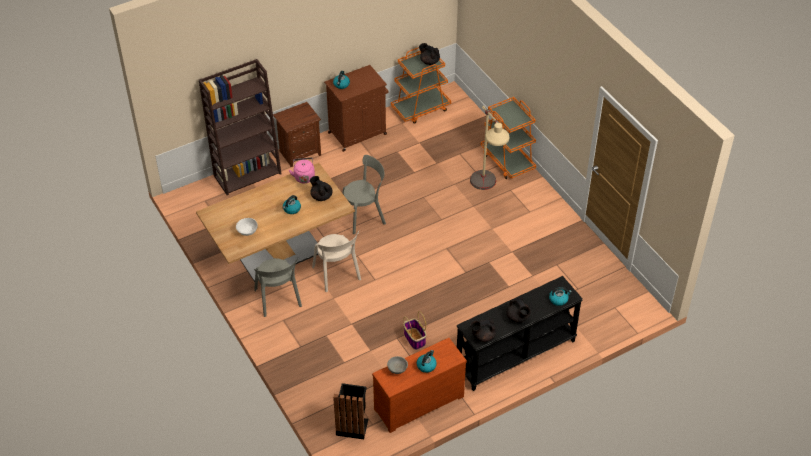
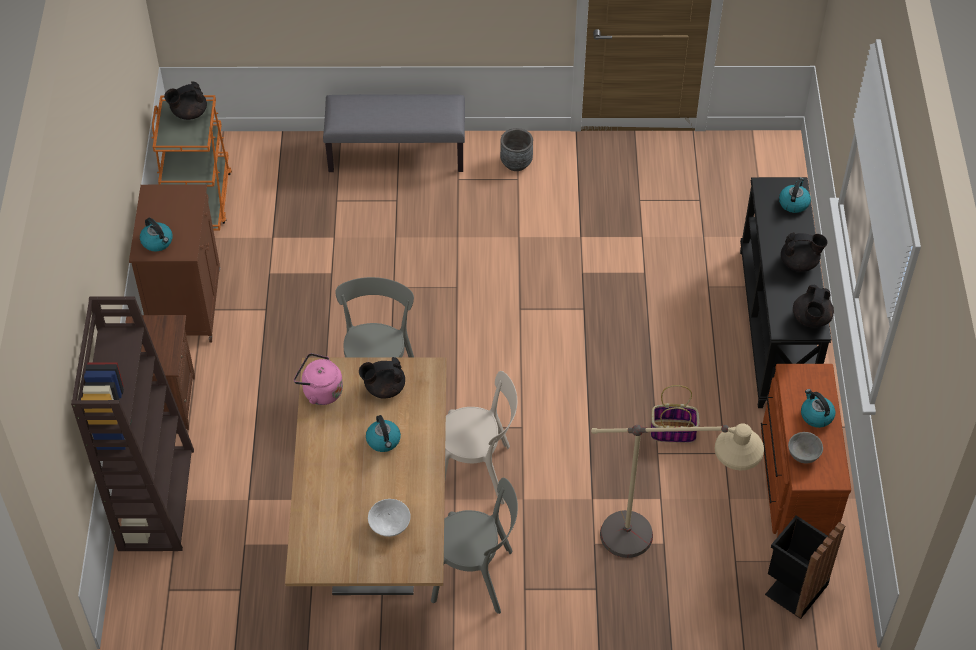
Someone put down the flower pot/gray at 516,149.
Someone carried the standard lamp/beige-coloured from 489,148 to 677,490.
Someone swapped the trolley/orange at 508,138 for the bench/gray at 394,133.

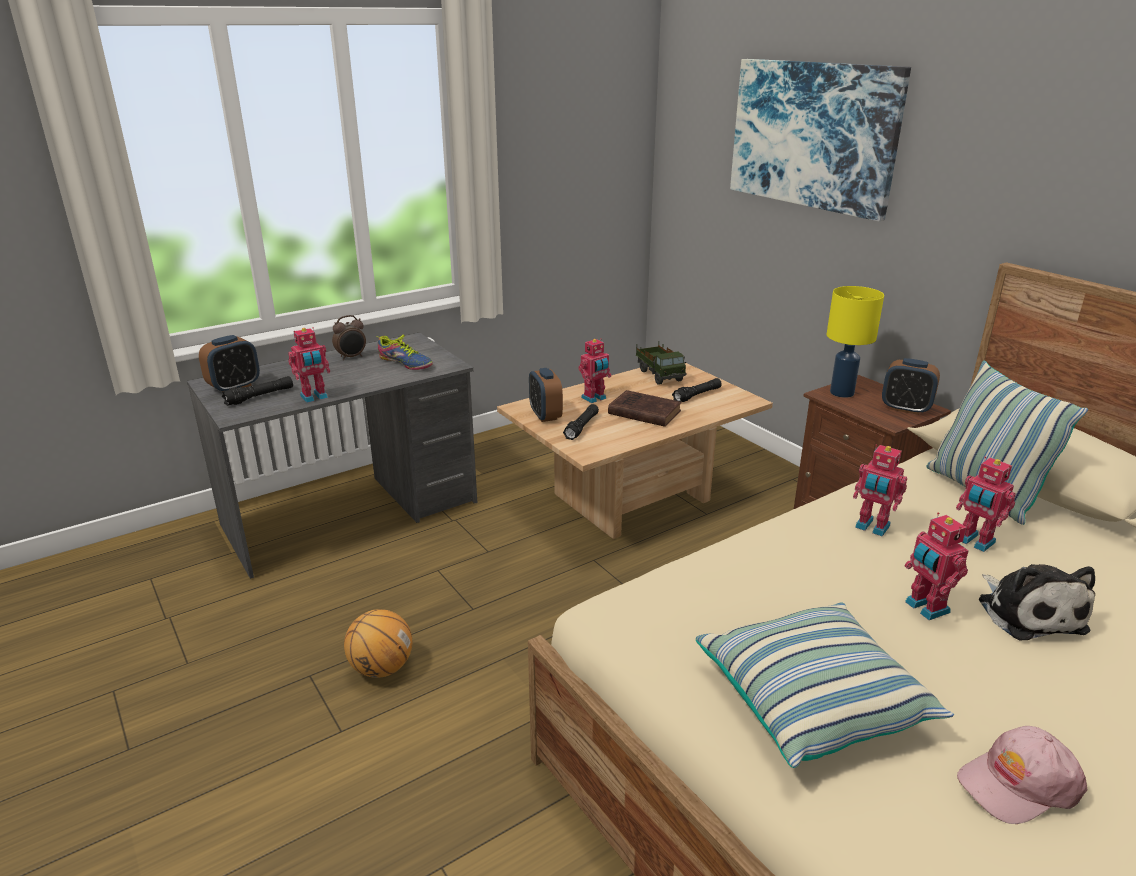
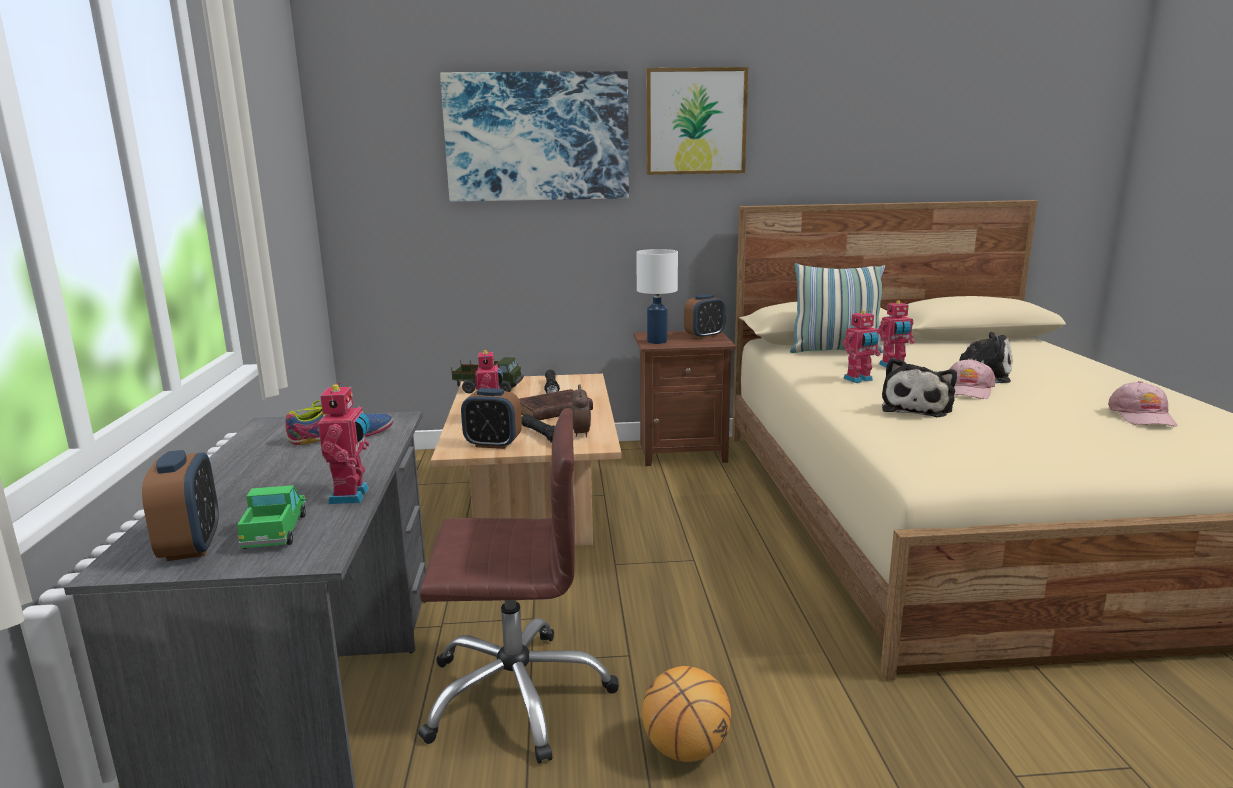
Someone took away the cushion at 825,685.
Someone put down the computer chair/brown-coloured at 518,586.
Someone put up the wall picture at 697,121.
Someone put down the cuddly toy at 919,387.
Someone carried the alarm clock from 349,337 to 581,411.
Someone swapped the torch/black at 257,391 for the model truck at 271,517.
Someone swapped the robot figure at 937,566 for the peaked cap/pink-coloured at 972,379.
Someone repainted the lamp for a table/yellow-coloured at 855,342, which became the lamp for a table/white-coloured at 657,296.

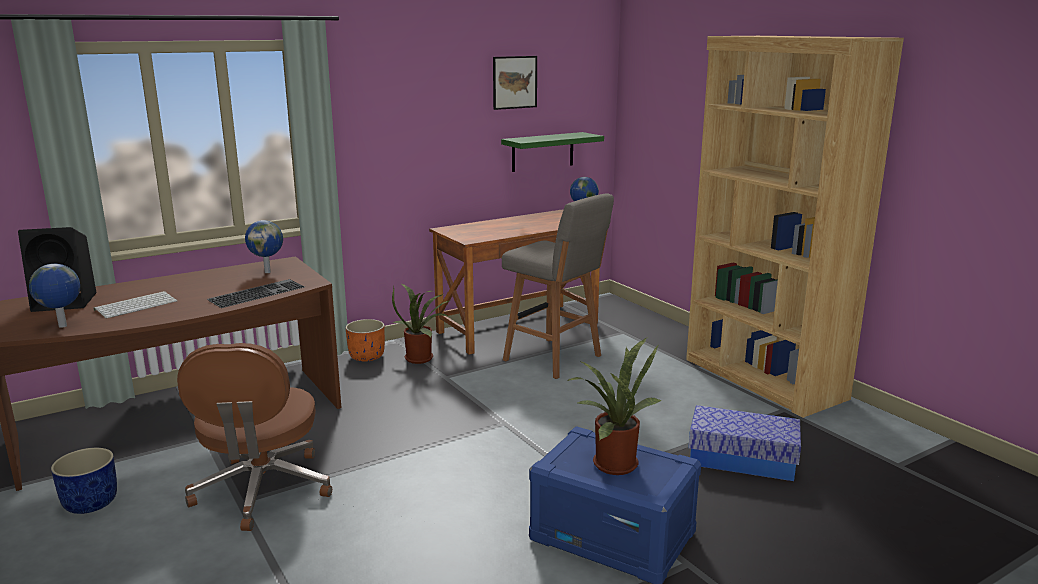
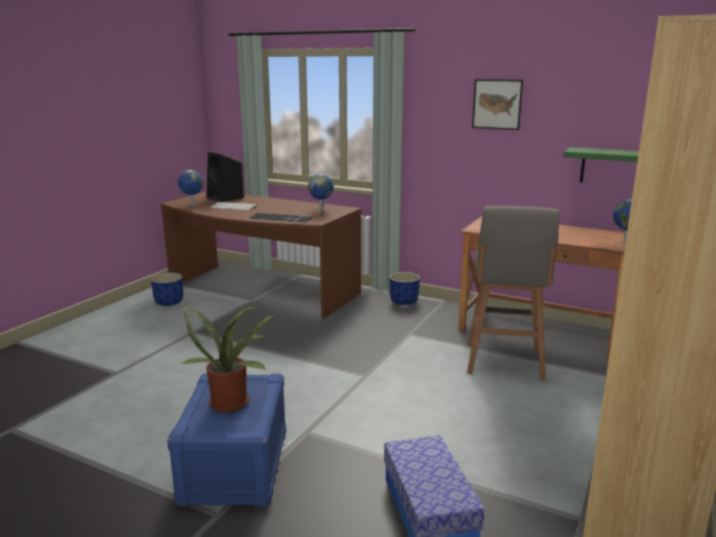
Someone took away the computer chair/brown-coloured at 254,437.
Someone took away the houseplant at 420,324.
Someone carried the wall picture from 515,83 to 497,104.
Someone repainted the flower pot/orange at 365,340, which became the flower pot/blue-coloured at 404,288.

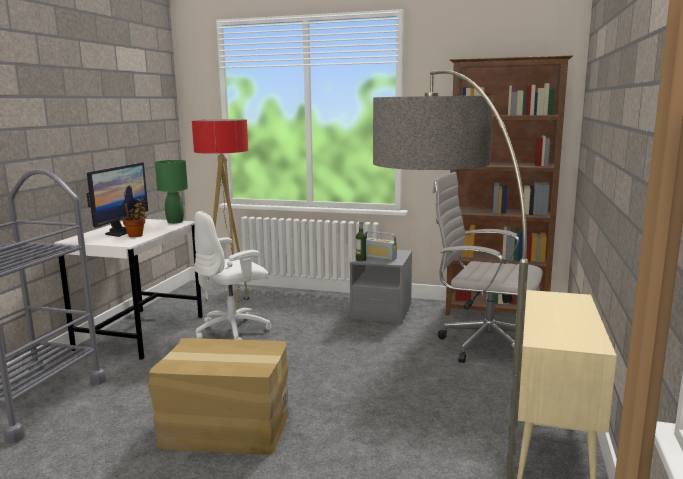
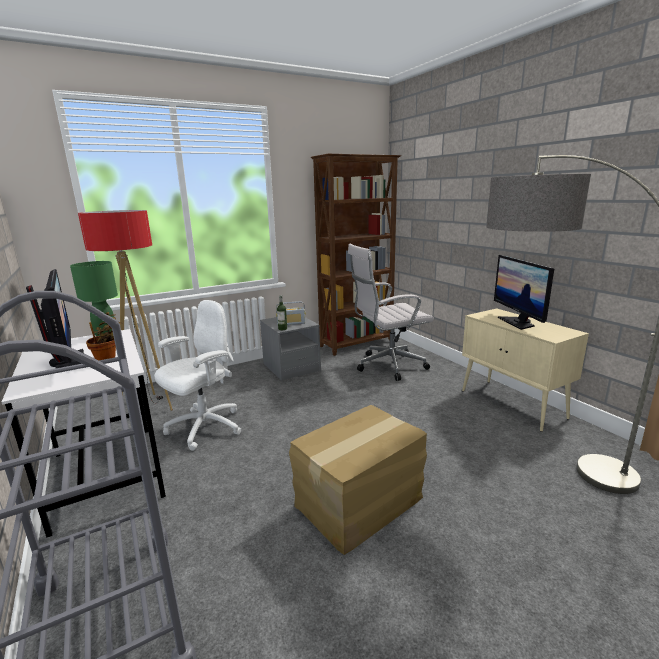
Someone put down the monitor at 524,292.
Someone rotated the computer chair/white-coloured at 232,275 by 150 degrees counterclockwise.

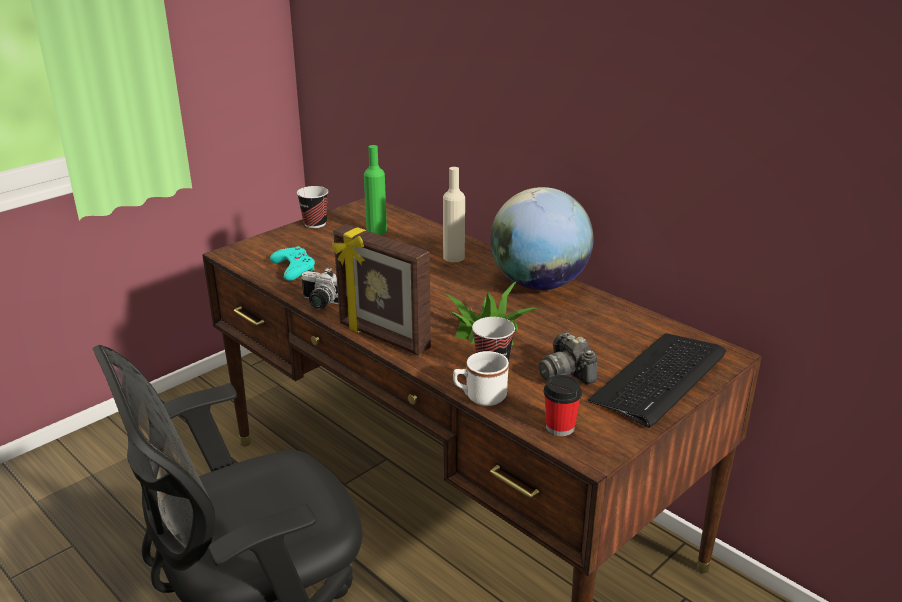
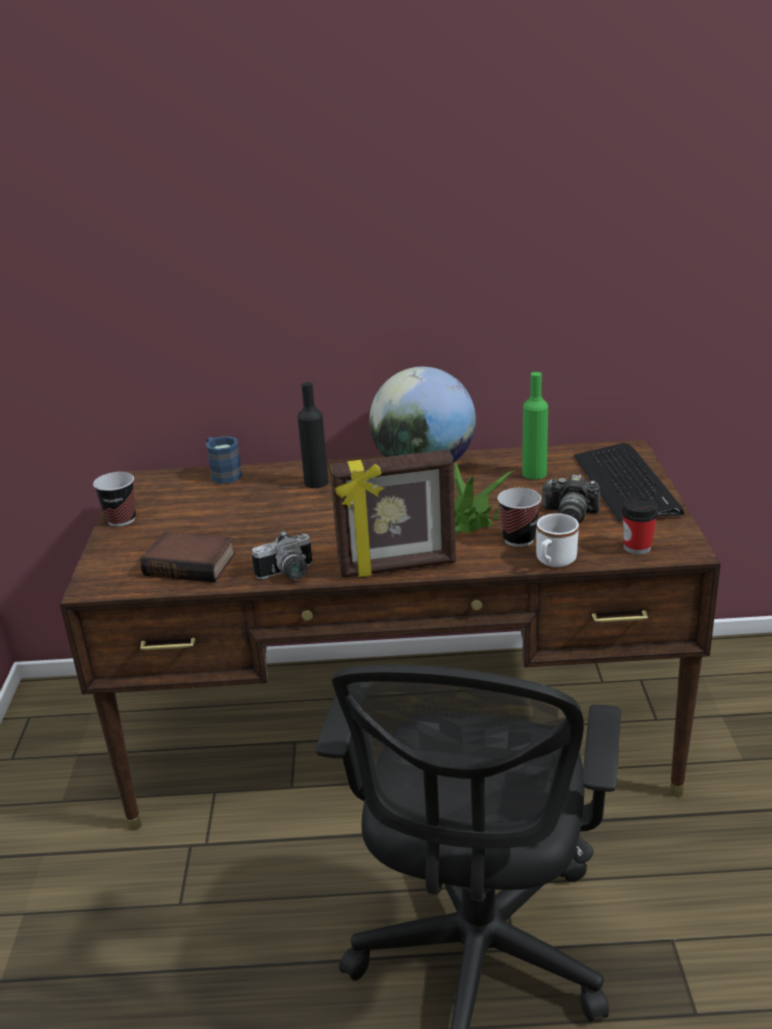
Someone put down the tea mug/blue-coloured at 224,460.
Someone carried the drink bottle/green-coloured from 375,190 to 535,426.
Someone swapped the gamepad/turquoise at 292,263 for the book at 188,557.
Someone repainted the drink bottle/beige-coloured at 454,214, which became the drink bottle/black at 313,435.

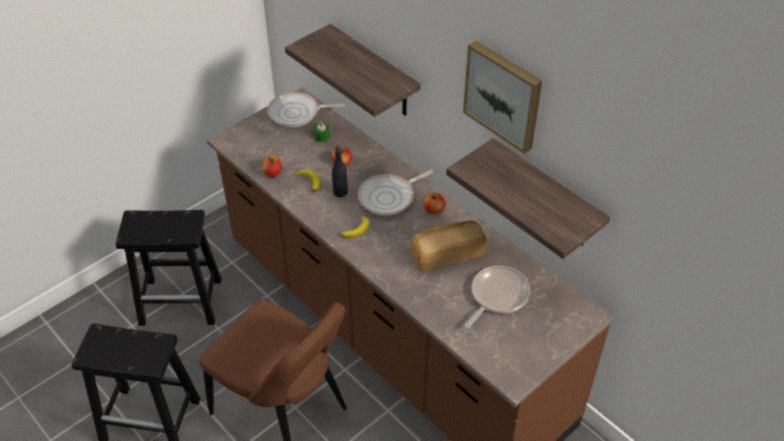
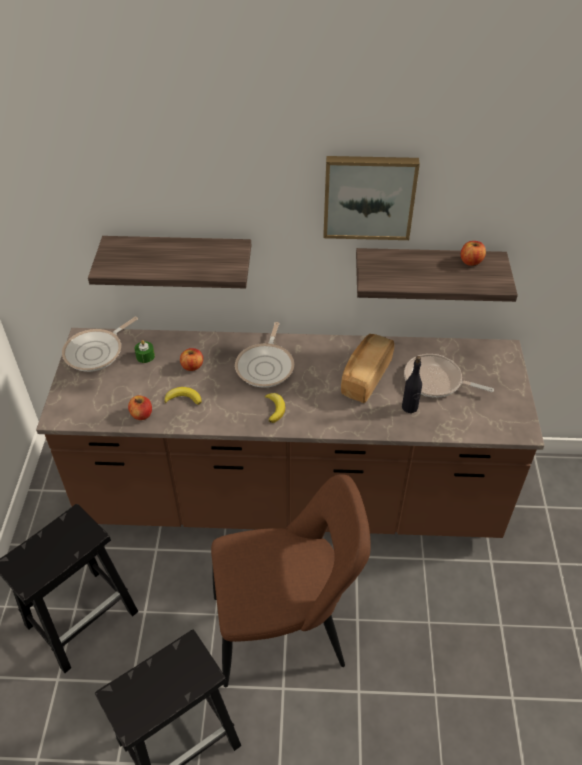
Someone carried the drink bottle/black from 340,171 to 412,384.
Someone carried the apple from 434,203 to 473,253.
Someone rotated the pan at 497,297 by 60 degrees counterclockwise.

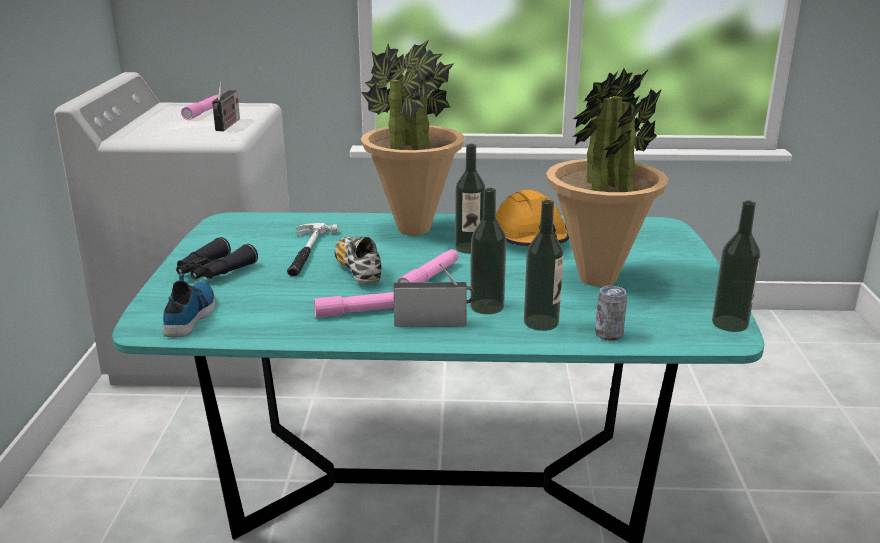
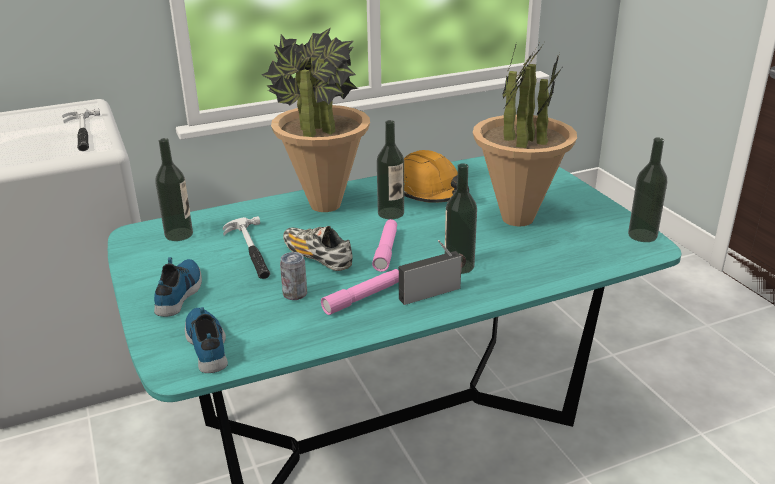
Someone took away the torch/pink-coloured at 201,107.
Someone carried the drink bottle from 544,265 to 174,189.
Someone carried the sealed can from 611,313 to 293,276.
Someone swapped the field glasses/black at 217,258 for the shoe at 178,287.
Someone swapped the radio receiver at 226,106 for the hand hammer at 81,129.

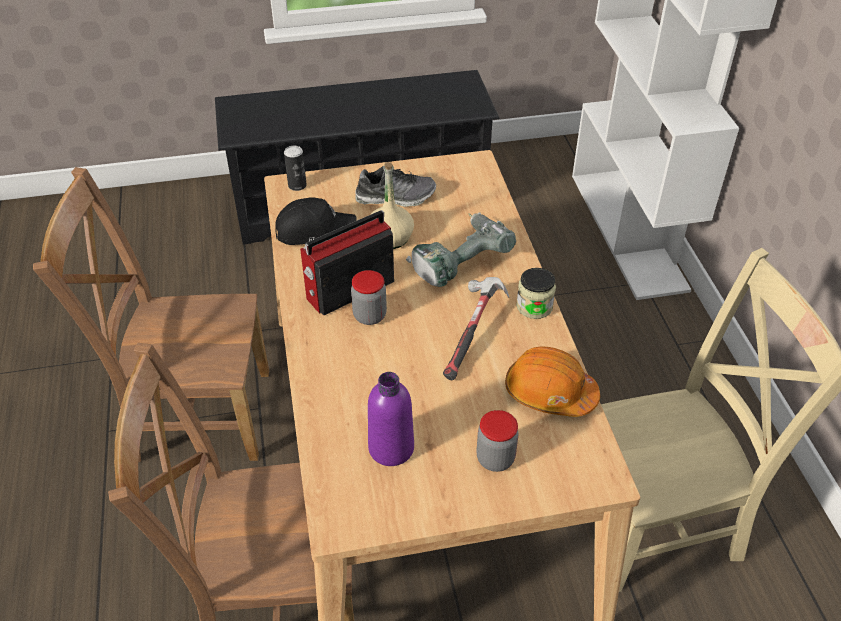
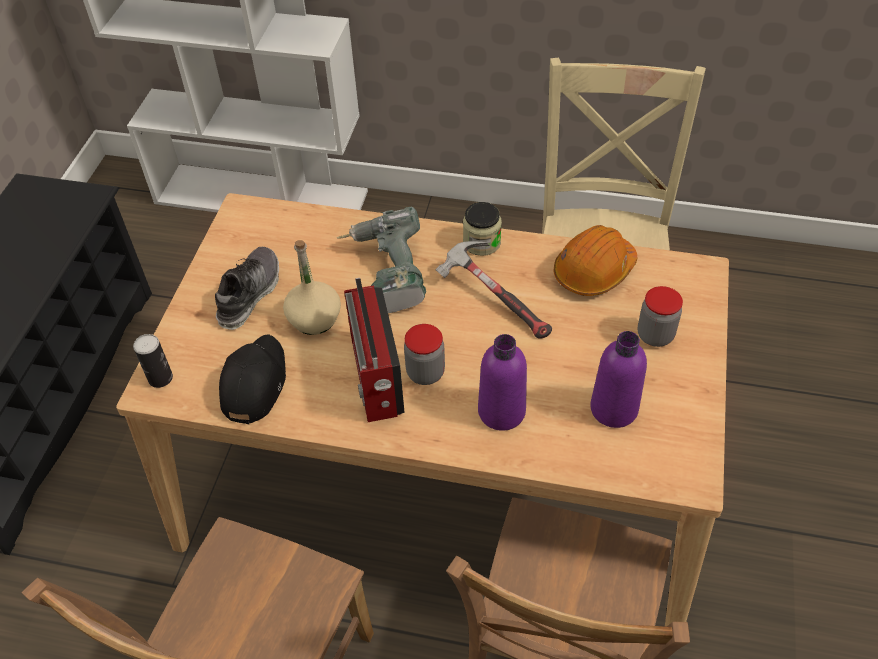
Someone put down the drink bottle/purple at 502,382.

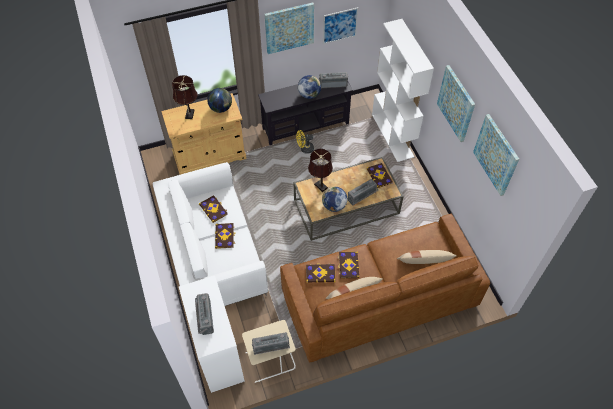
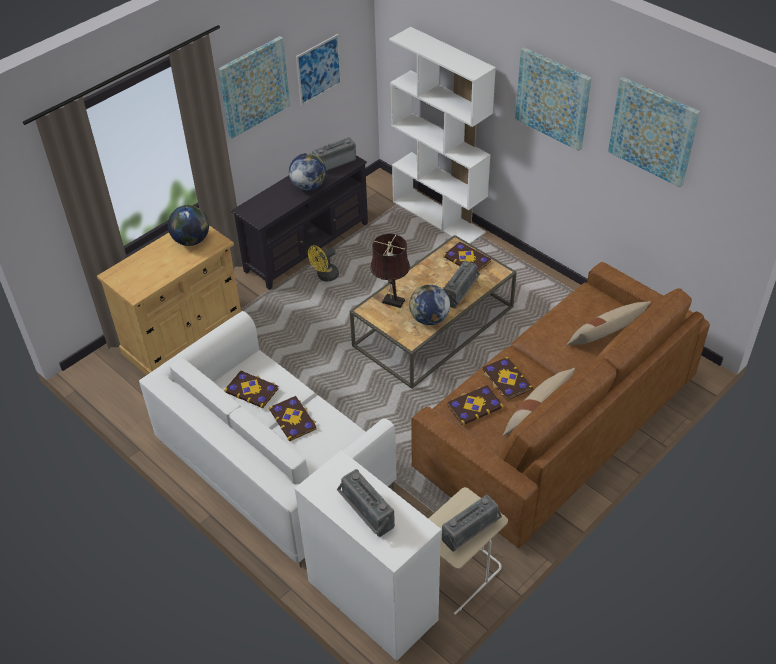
Someone took away the lamp for a table/brown-coloured at 184,97.

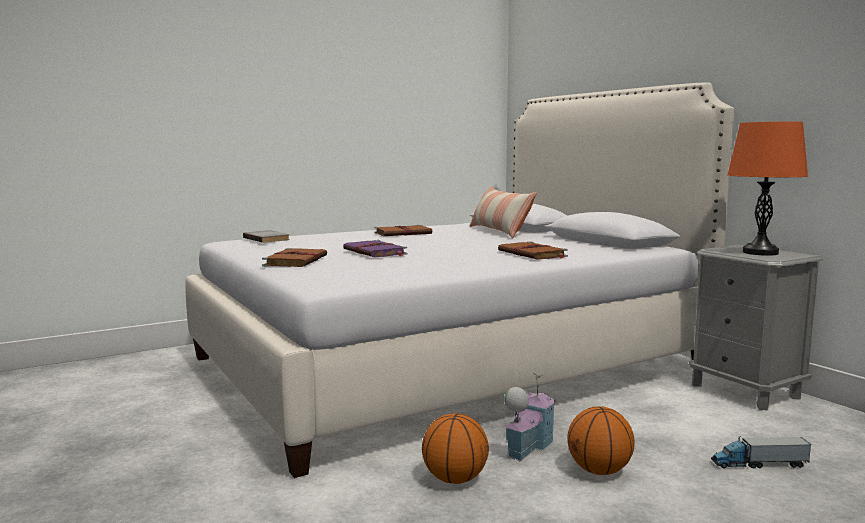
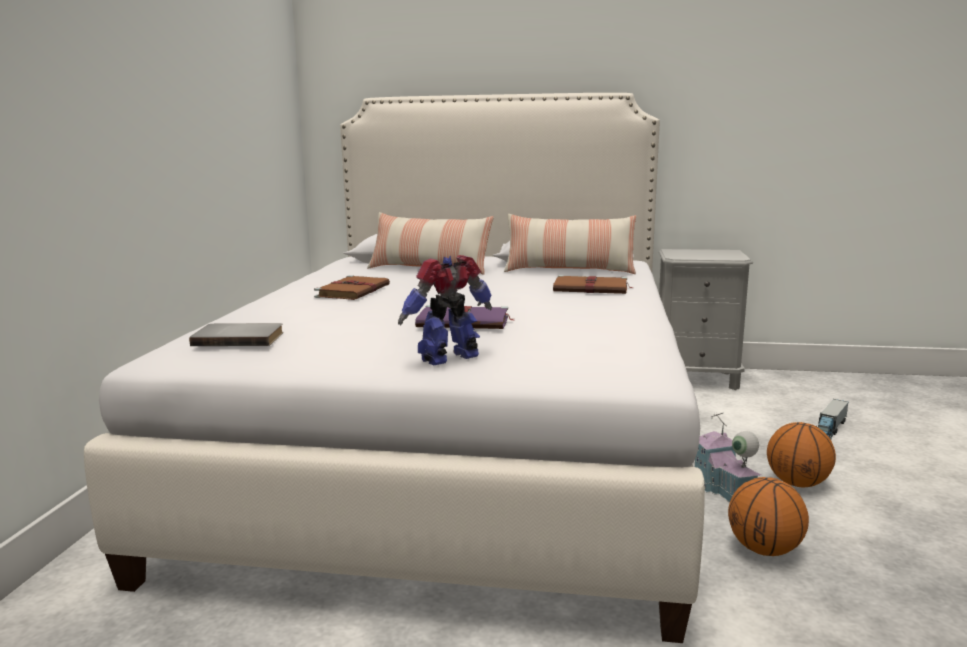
Someone took away the lamp for a table/orange at 768,189.
Someone put down the cushion at 570,244.
Someone swapped the book/brown-coloured at 294,257 for the robot figure at 445,310.

